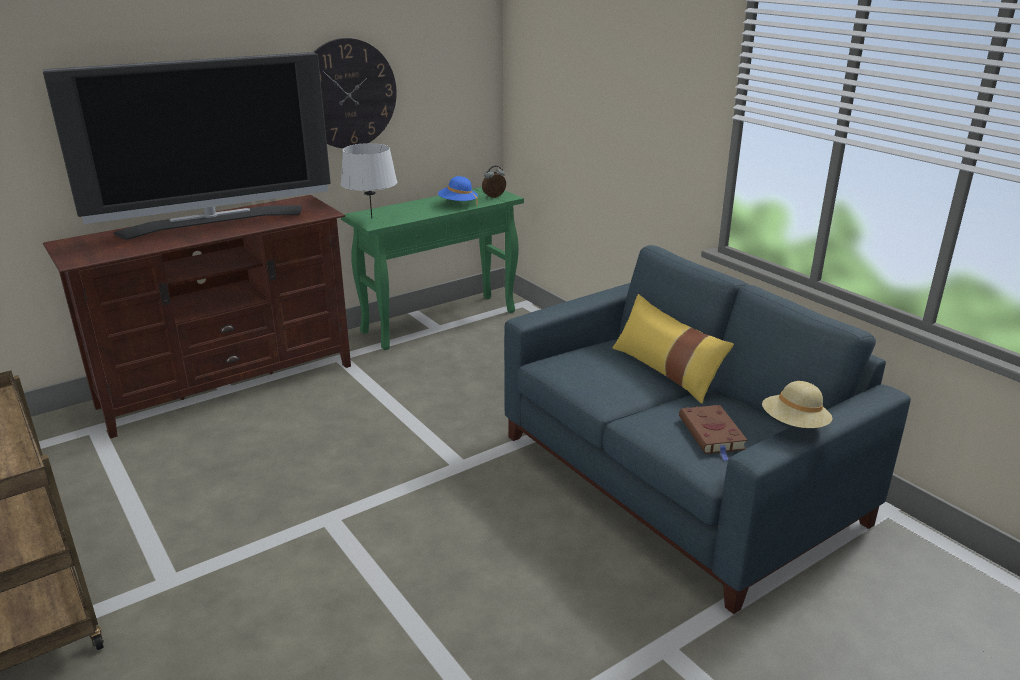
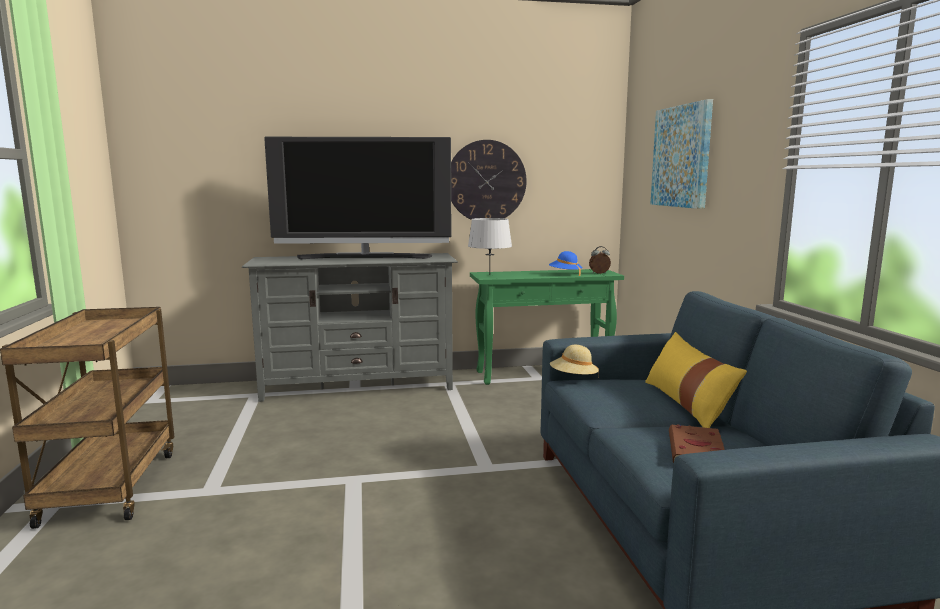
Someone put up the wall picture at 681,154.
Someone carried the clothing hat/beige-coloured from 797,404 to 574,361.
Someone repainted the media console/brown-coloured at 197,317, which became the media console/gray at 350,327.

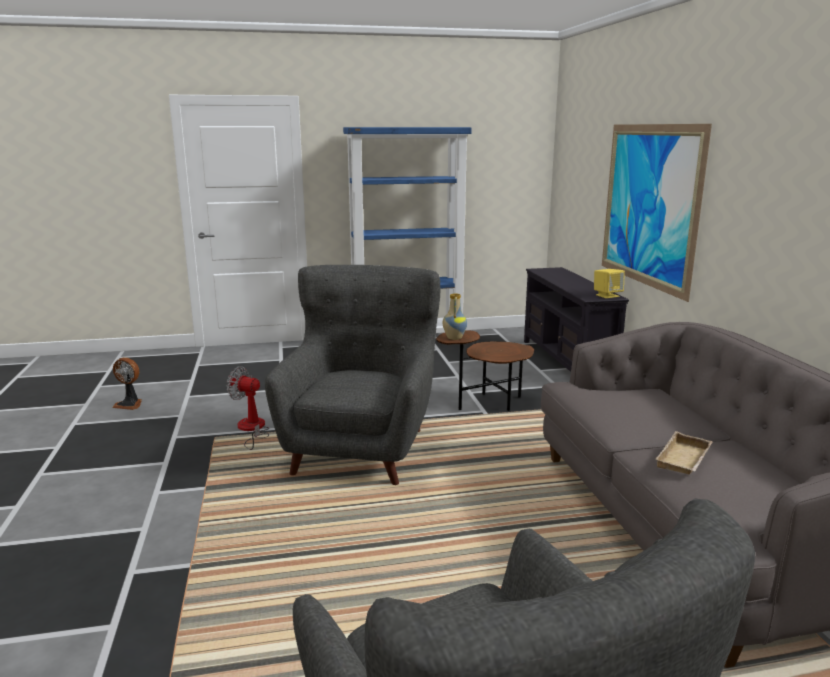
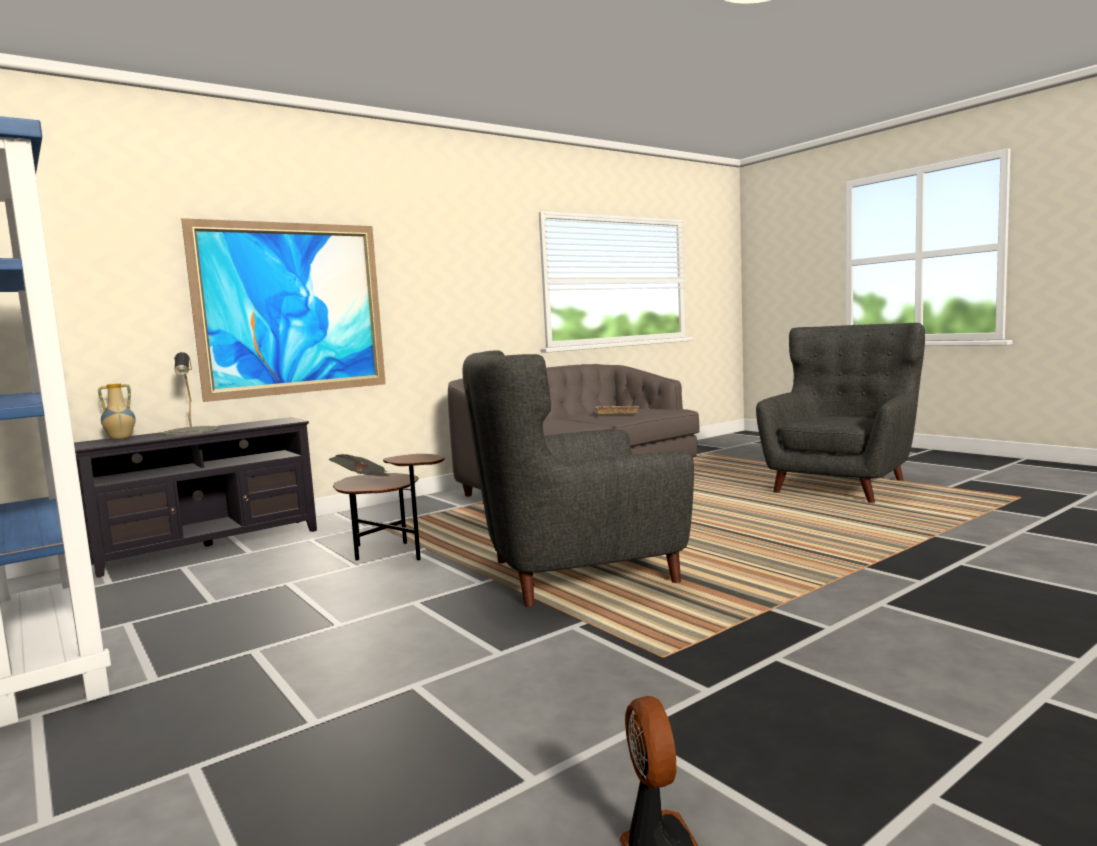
Someone took away the cooling fan at 248,408.
Someone took away the speaker/yellow-coloured at 609,283.
Someone put down the lamp for a table/gray at 191,394.
Someone put down the printed paper at 359,465.
Someone carried the vase from 455,317 to 117,412.

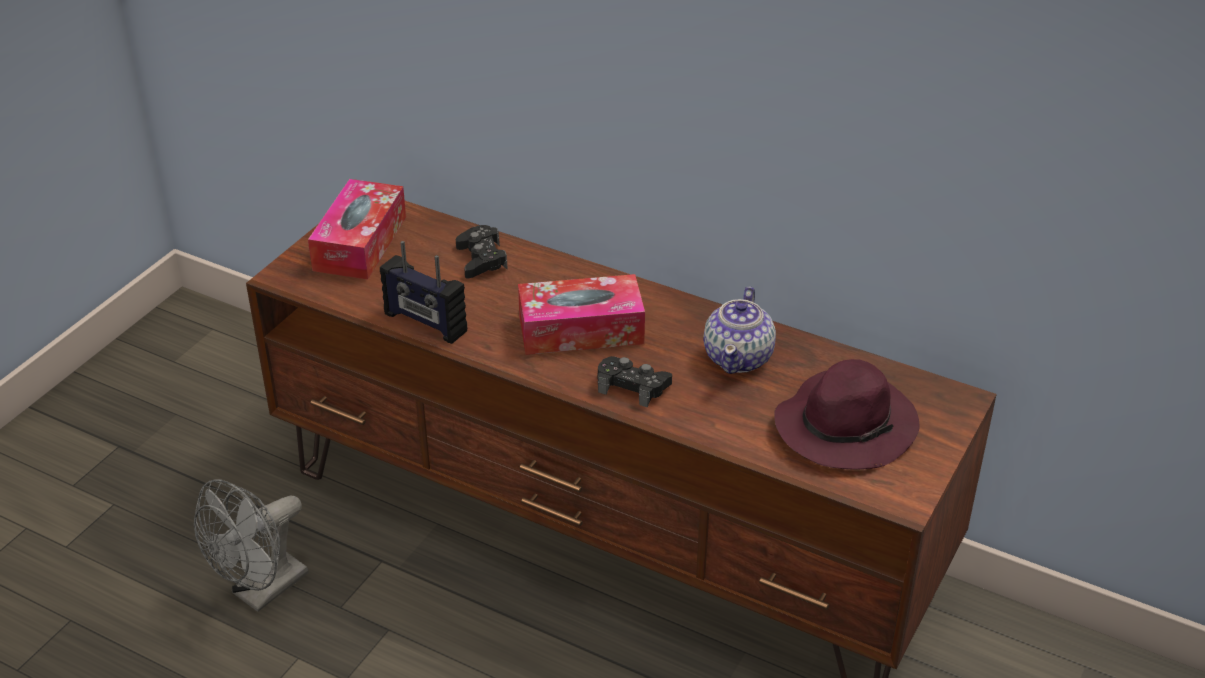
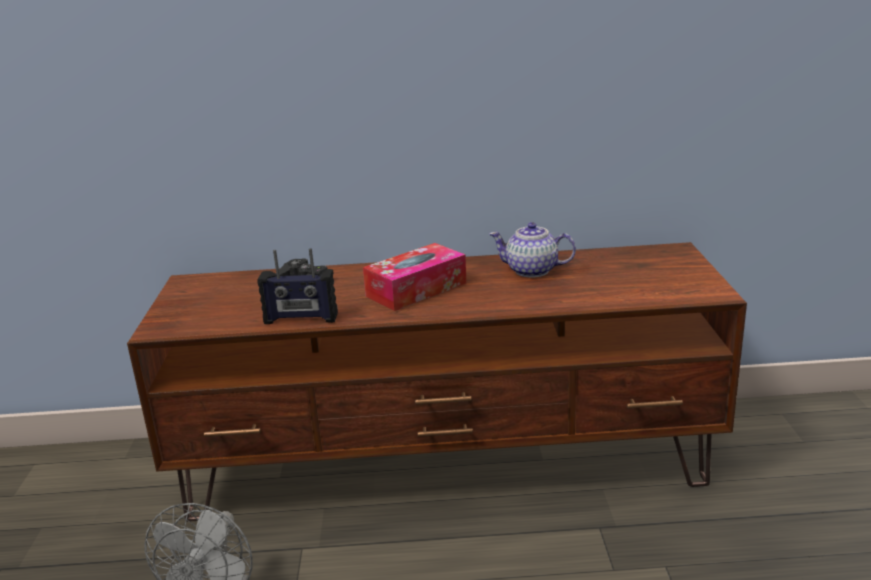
Someone took away the box of tissues at 357,229.
Someone took away the gamepad/black at 634,381.
Someone took away the clothing hat/purple at 847,414.
Someone rotated the teapot at 739,330 by 120 degrees clockwise.

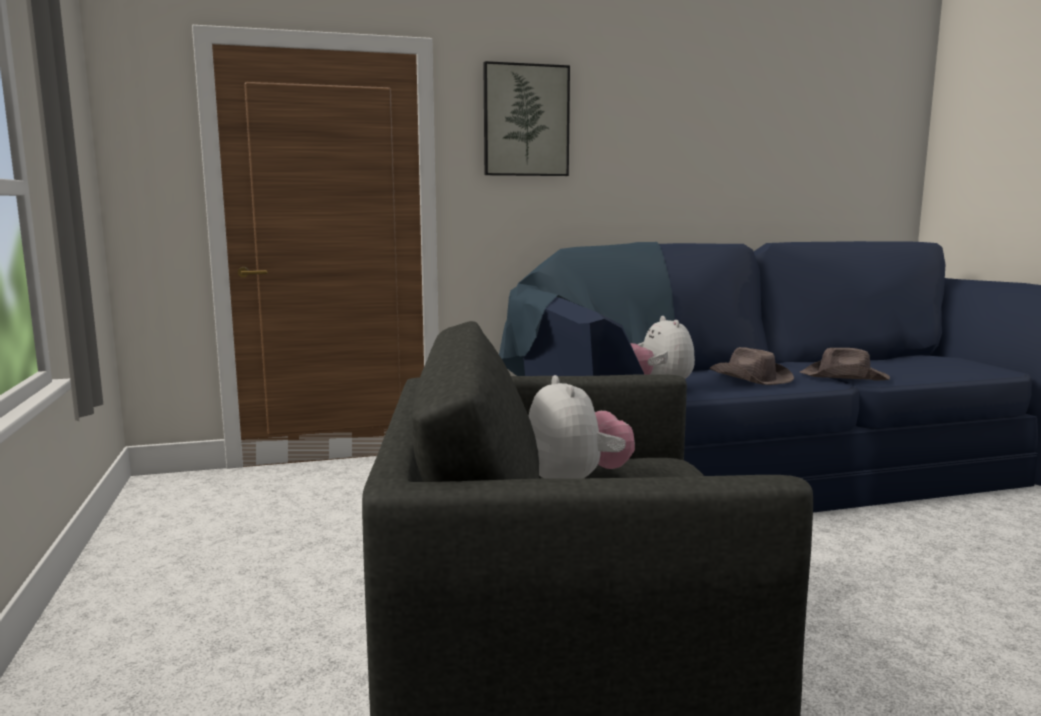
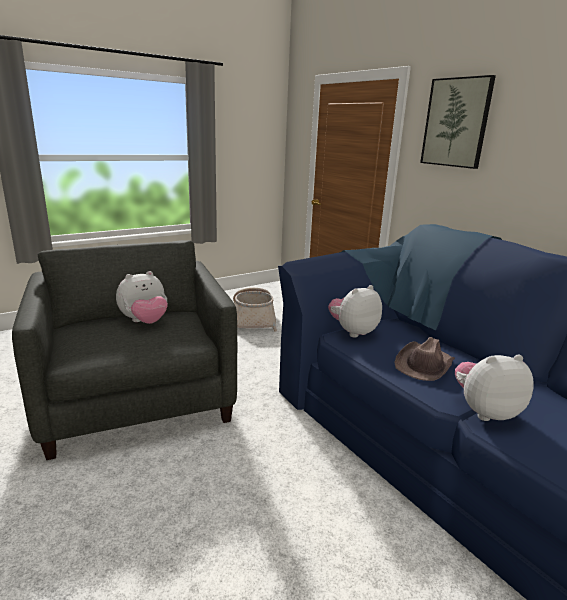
Someone put down the storage basket at 255,310.
Someone swapped the clothing hat/brown-coloured at 845,364 for the cuddly toy at 494,387.

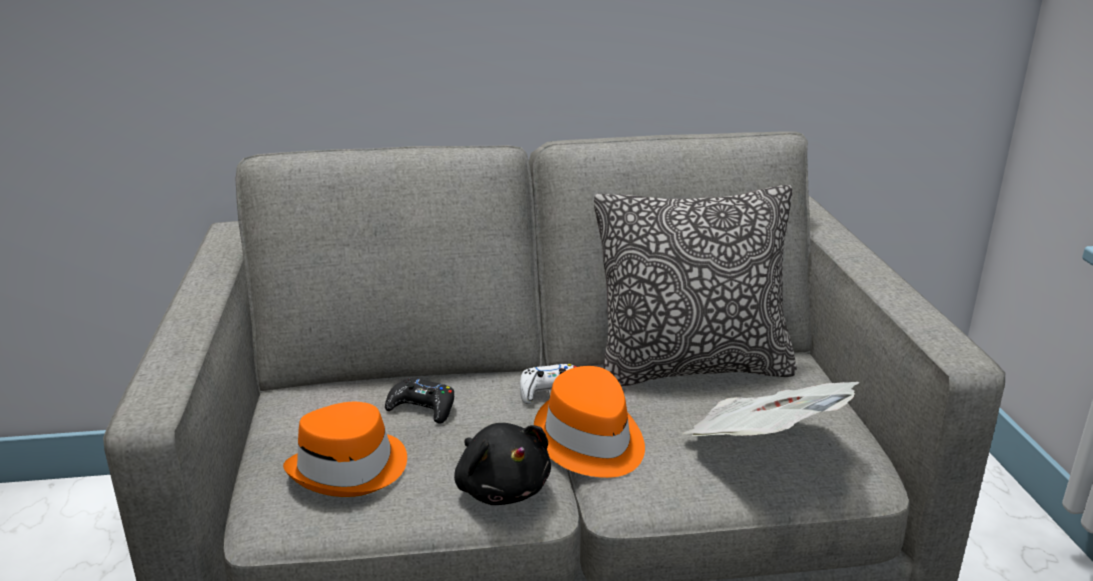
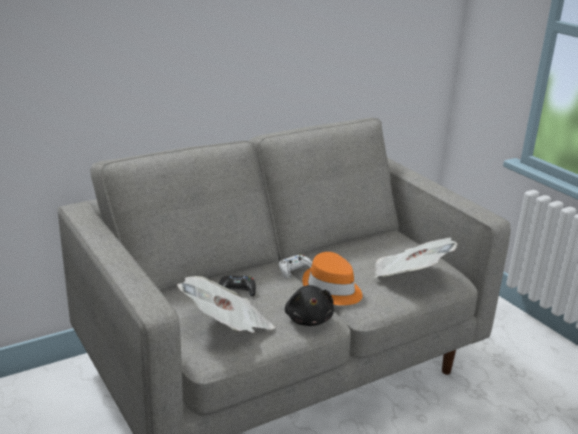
Someone took away the cushion at 695,286.
Someone swapped the clothing hat/orange at 345,449 for the printed paper at 226,304.
Someone rotated the cuddly toy/black at 502,464 by 45 degrees clockwise.

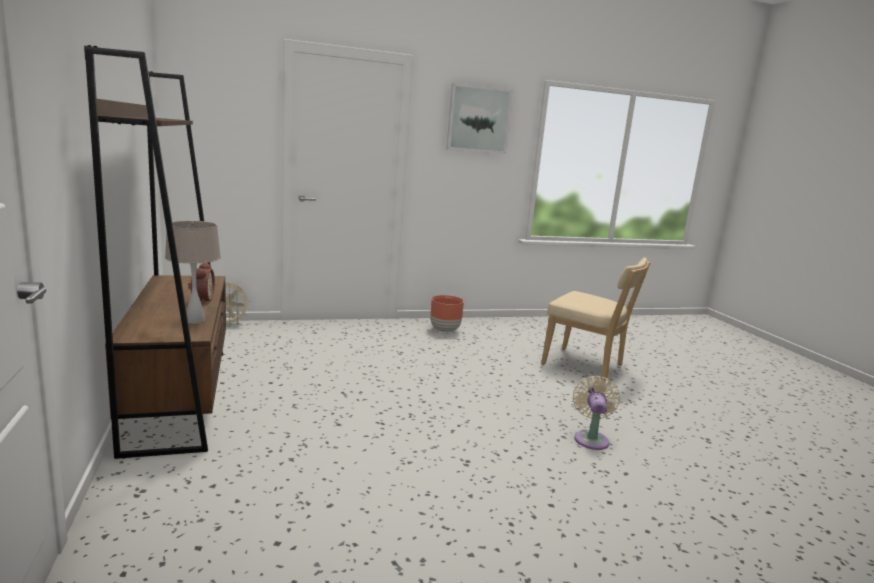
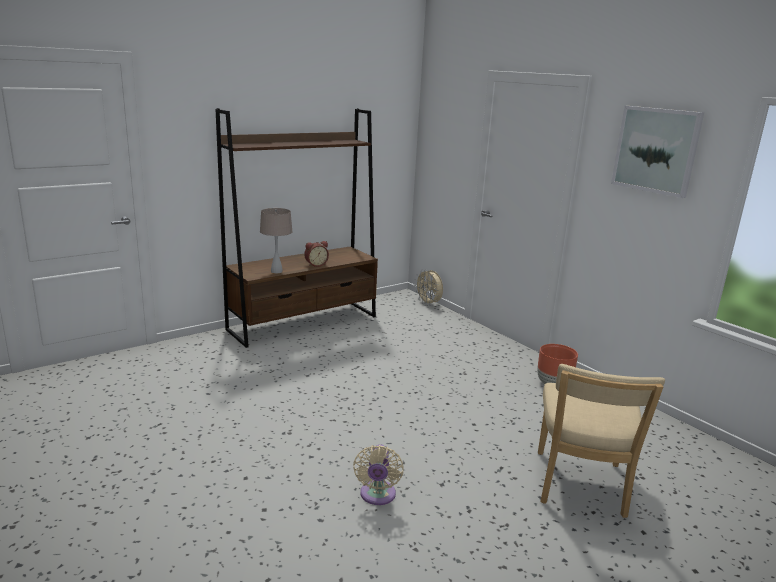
Someone rotated the cooling fan/beige-coloured at 596,413 by 105 degrees clockwise.

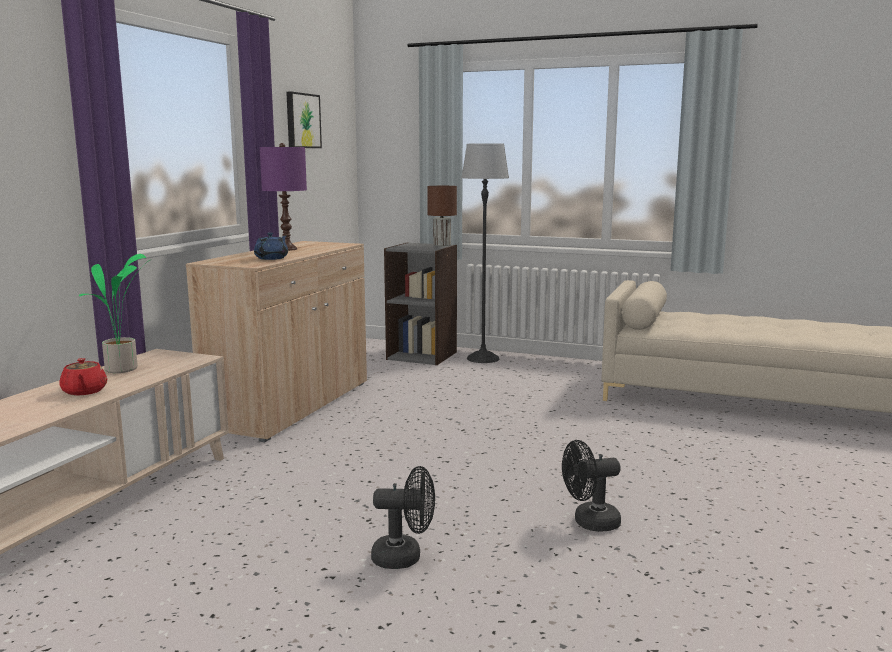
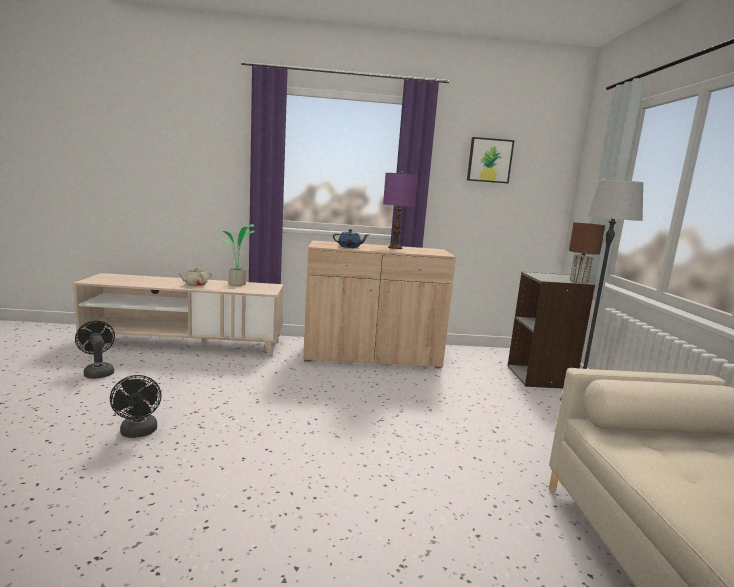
Someone carried the cooling fan/black from 591,486 to 95,350.
Someone repainted the teapot/reddish at 83,377, which became the teapot/beige-coloured at 195,277.

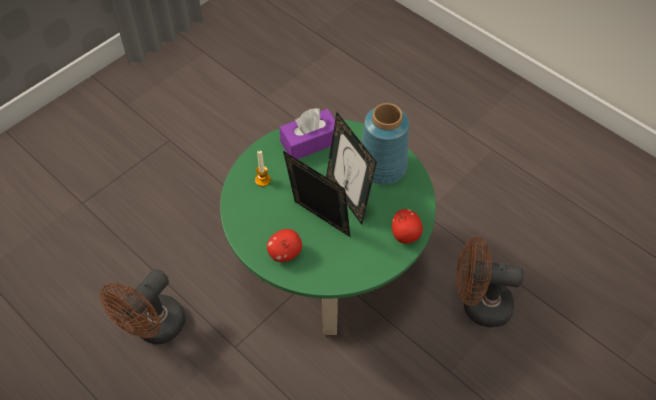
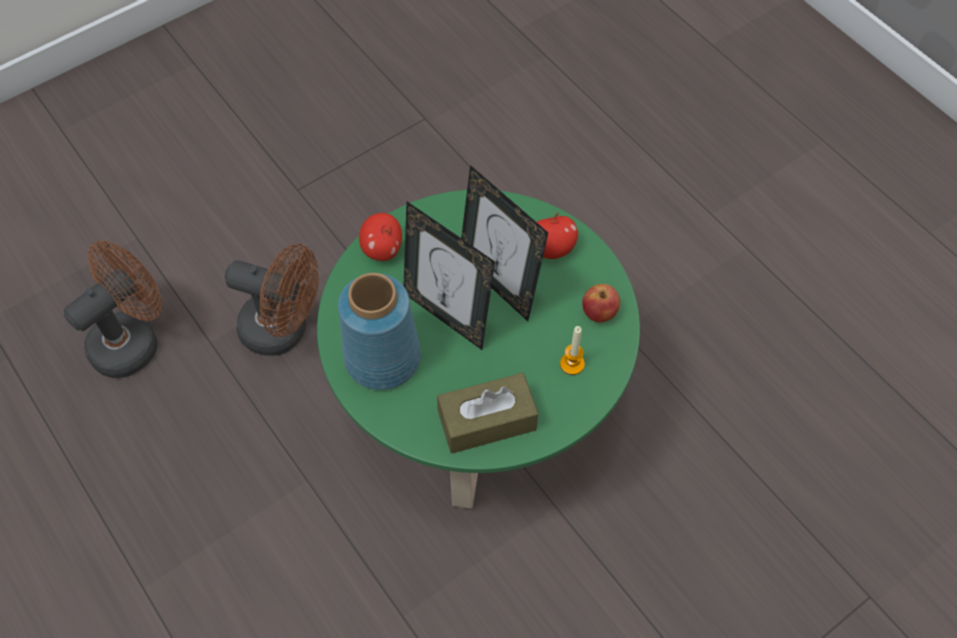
Someone put down the apple at 601,303.
Someone carried the cooling fan/brown-coloured from 143,306 to 113,309.
Someone repainted the box of tissues/purple at 307,133, which became the box of tissues/brown-coloured at 487,413.
Someone rotated the picture frame at 351,168 by 150 degrees clockwise.

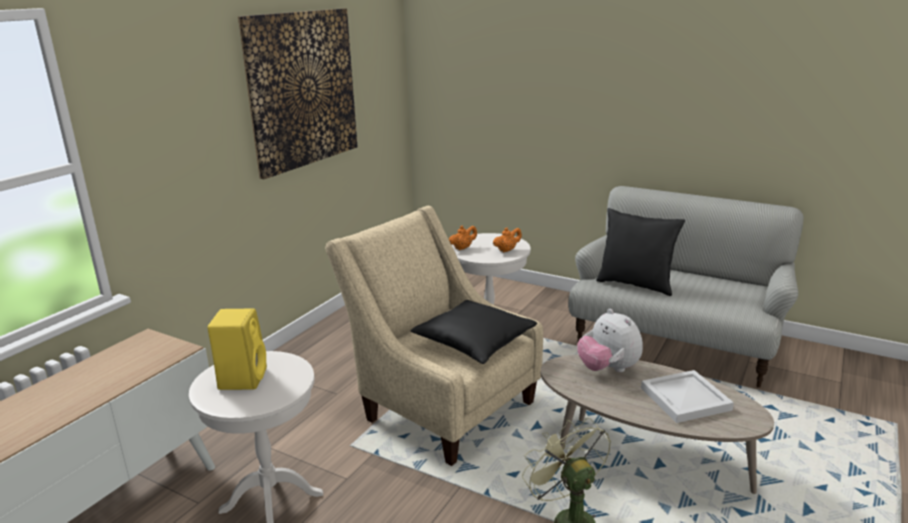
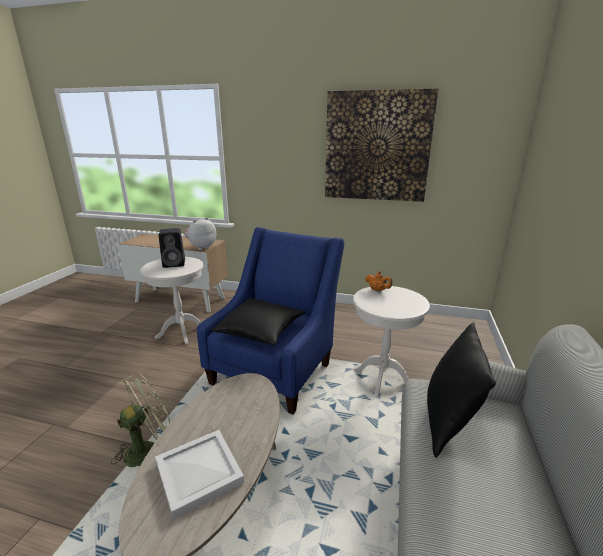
Someone took away the teapot/orange at 507,240.
Someone carried the cuddly toy from 610,340 to 200,233.
Someone repainted the speaker/yellow-coloured at 237,349, which became the speaker/black at 172,248.
Someone repainted the lounge chair/beige-coloured at 434,336, which became the lounge chair/blue-coloured at 270,320.

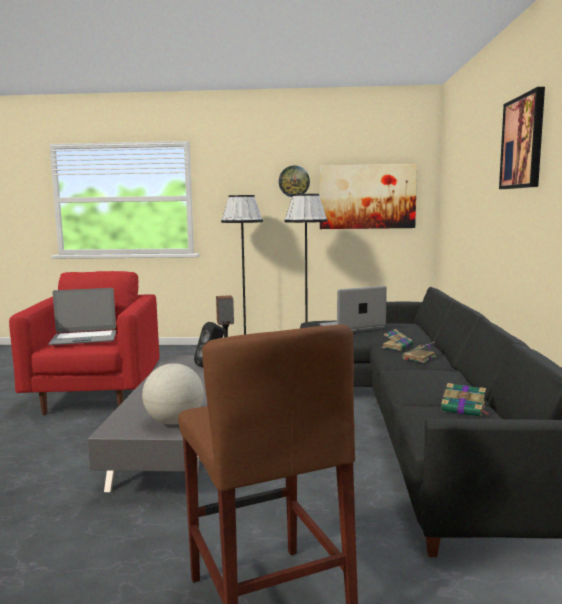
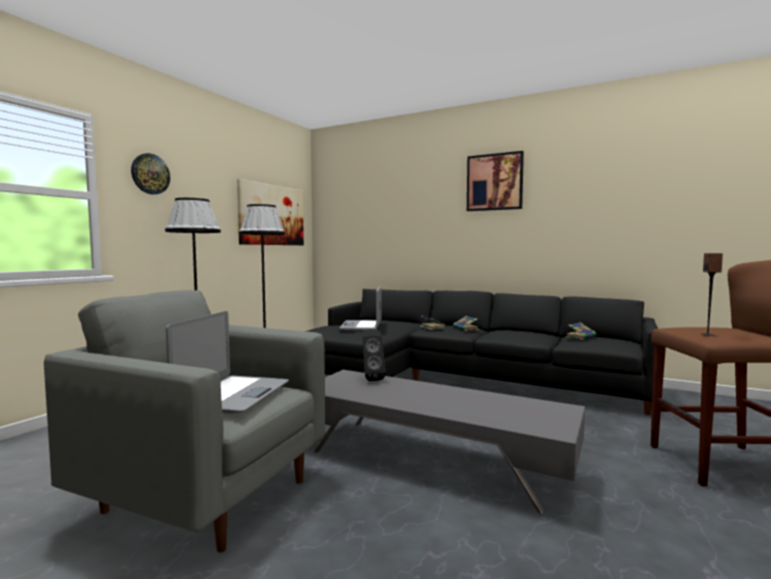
Someone took away the desk globe at 173,394.
Someone carried the clock on the wall from 294,181 to 150,174.
Someone repainted the lounge chair/reddish at 84,343, which became the lounge chair/gray at 184,421.

